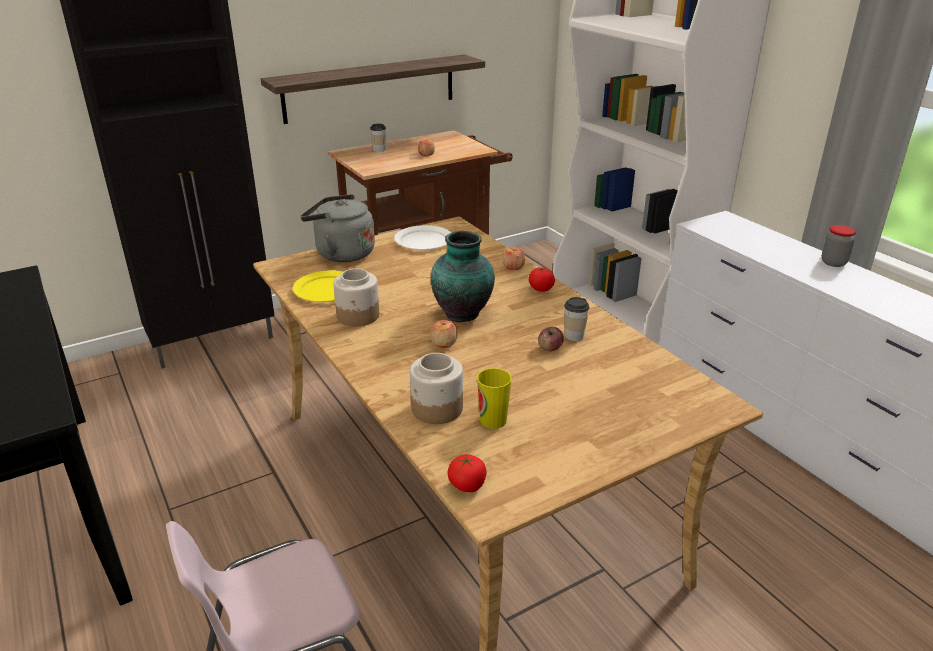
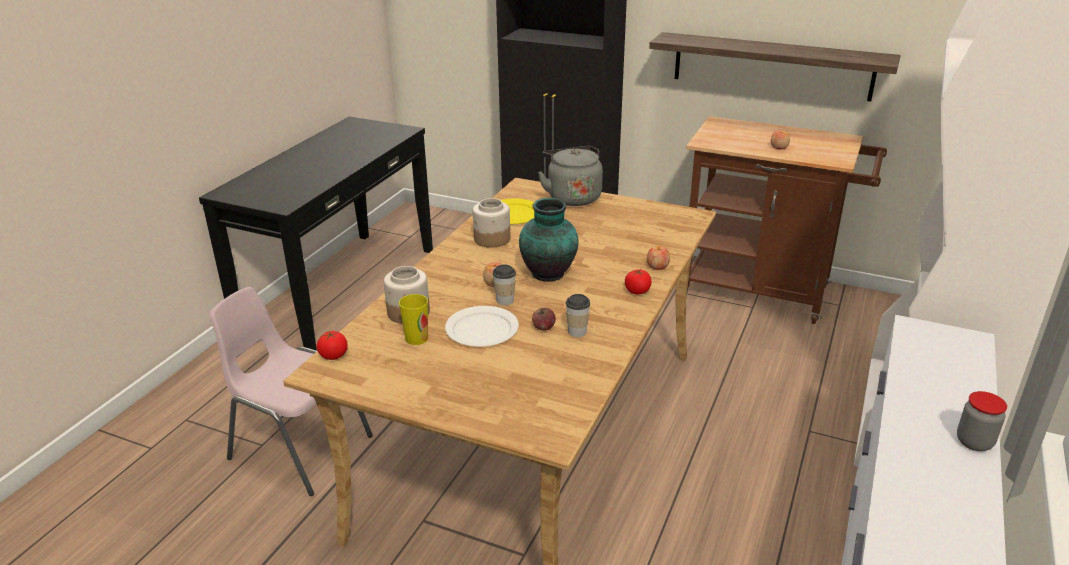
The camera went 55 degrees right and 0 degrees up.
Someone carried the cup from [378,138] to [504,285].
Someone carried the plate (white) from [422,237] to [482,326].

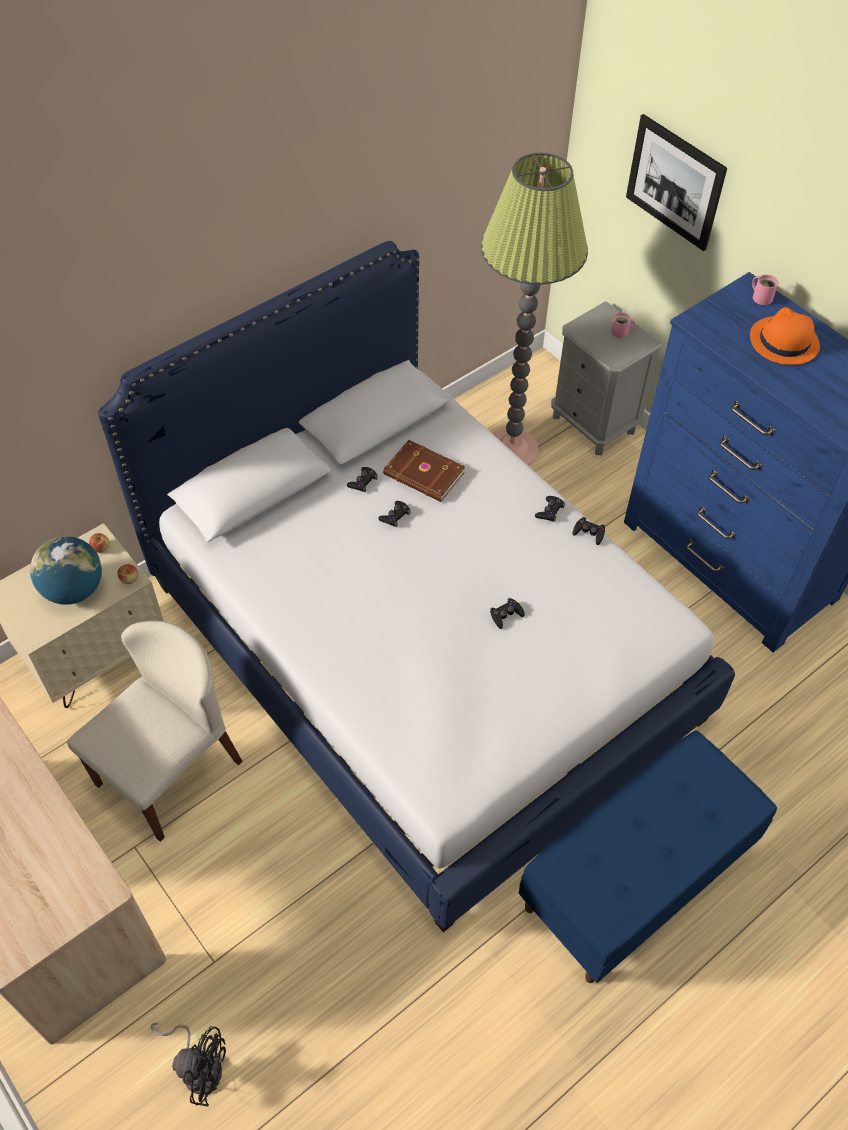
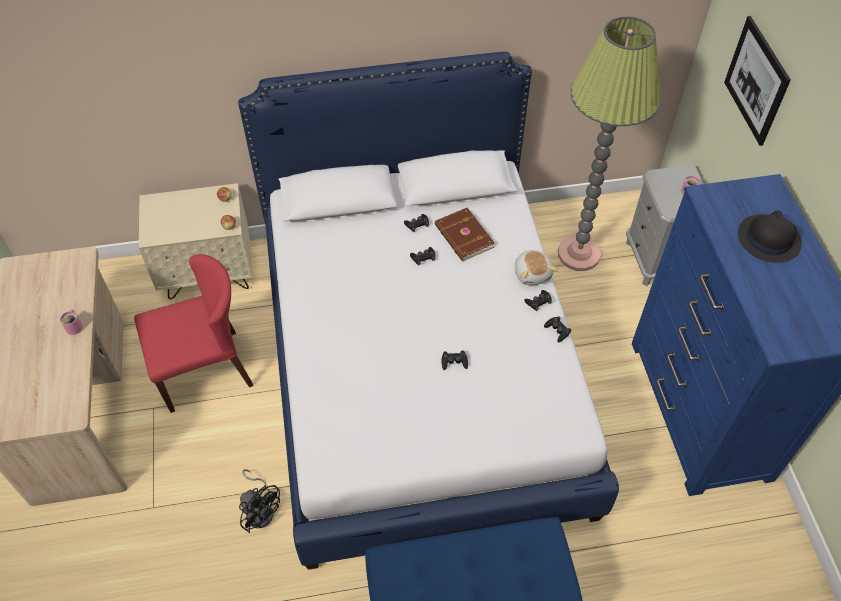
The camera went 30 degrees right and 0 degrees up.
Someone carried the mug (pink) from [765,290] to [71,322].
Someone repainted the hat (orange) at [785,336], which became the hat (black) at [770,236].
Someone took away the globe at [66,570].
Someone repainted the chair (beige) at [154,731], which became the chair (red) at [193,333].
Someone carried the fan (black) from [188,1064] to [259,501].
Someone put down the plush toy at [536,267].

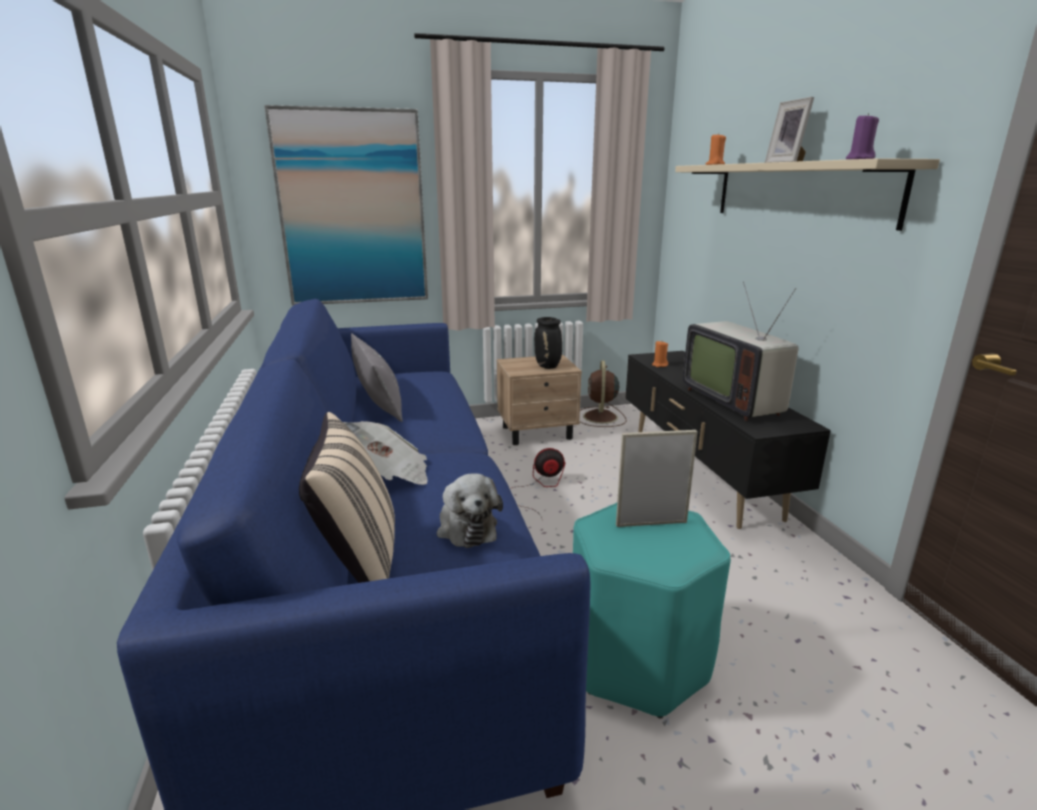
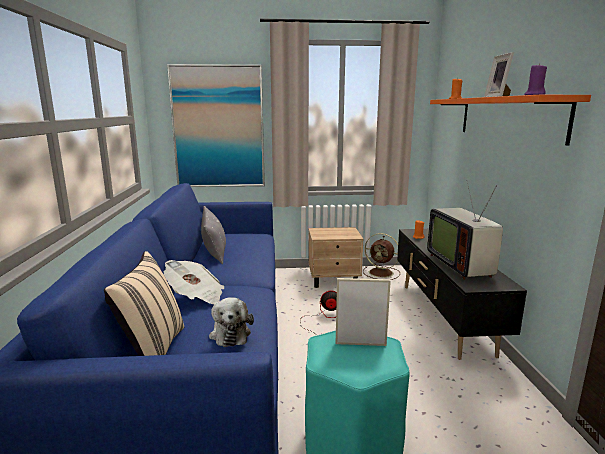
The camera went 10 degrees right and 5 degrees down.
Someone repainted the shelf (beige) at [807,194], which became the shelf (orange) at [510,120].
Someone took away the vase (black) at [548,343].
Someone rotated the fan (brown) at [603,393] by 75 degrees counterclockwise.

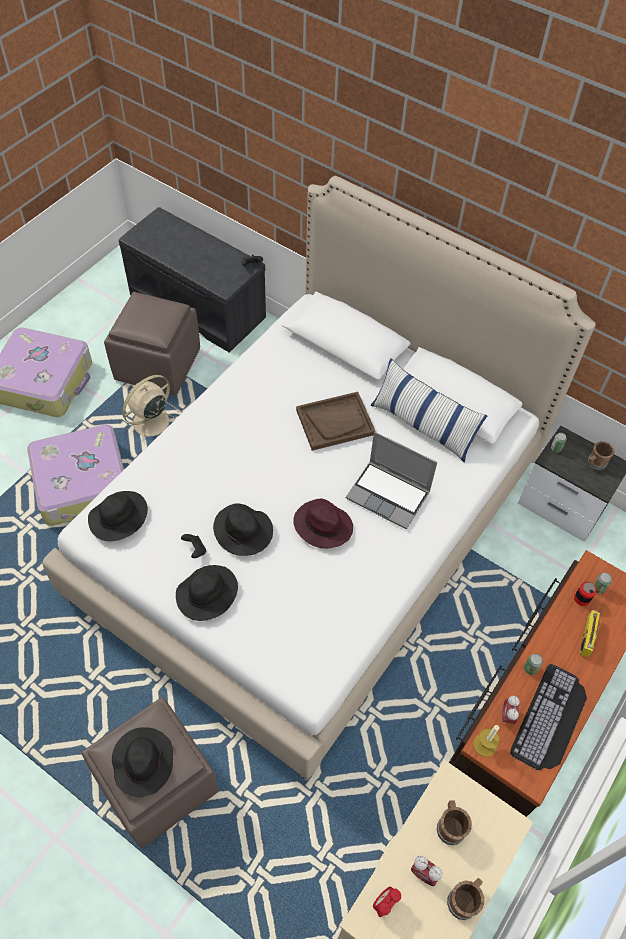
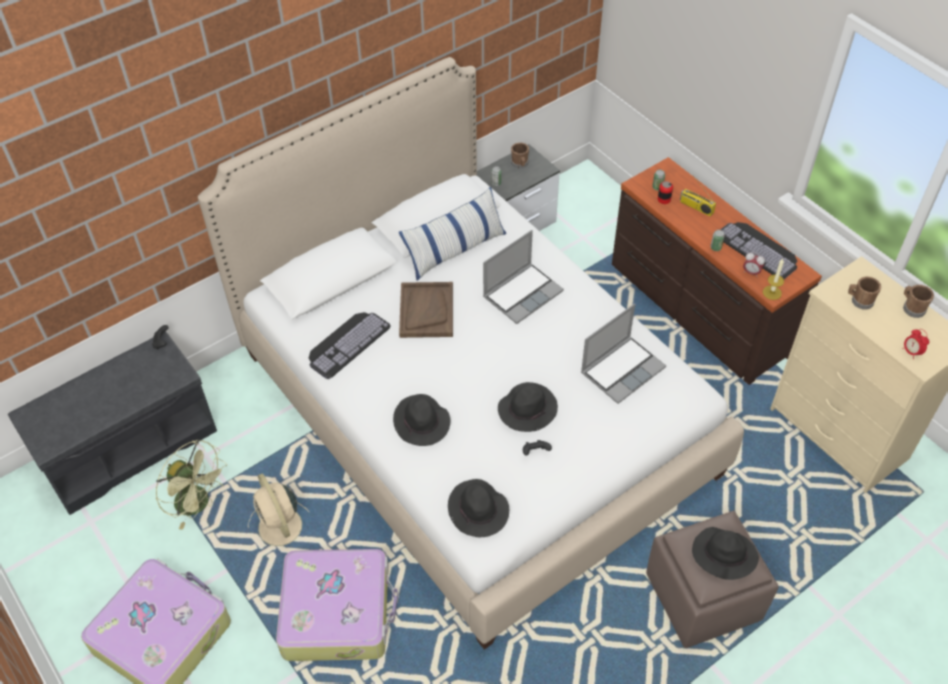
The camera went 70 degrees left and 5 degrees down.
Someone swapped the ottoman (brown) at [152,344] for the fan (green) at [191,484].
Someone took away the hat (purple) at [323,523].
Someone carried the hat (black) from [207,593] to [422,420].
Someone took away the alarm clock at [426,871].
Someone put down the laptop at [623,354].
Someone put down the keyboard at [350,345].

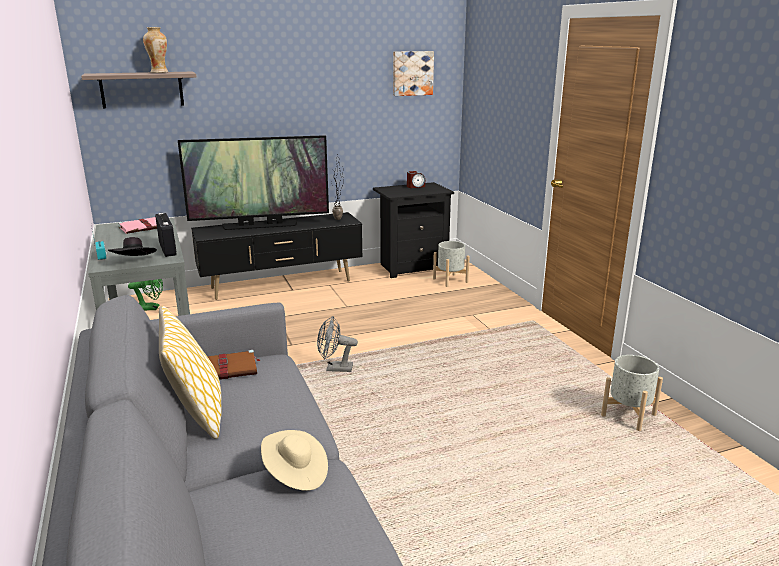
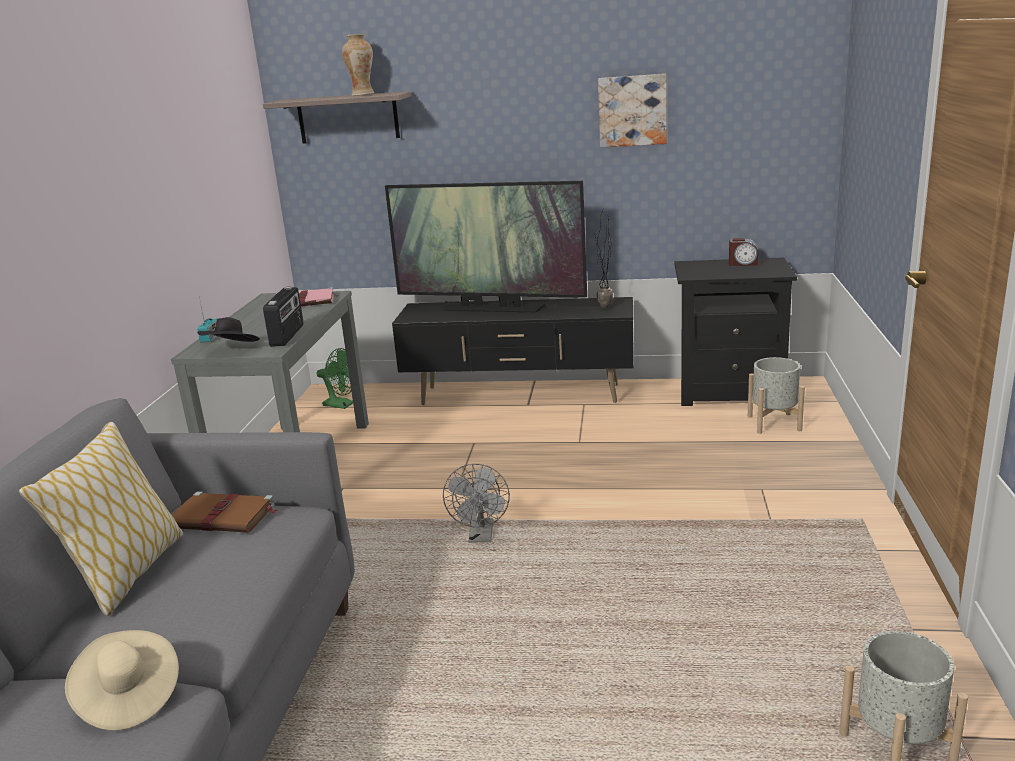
The camera went 30 degrees right and 0 degrees up.
Someone carried the picture from [413,73] to [632,110].
Someone rotated the fan (grey) at [337,344] by 120 degrees counterclockwise.

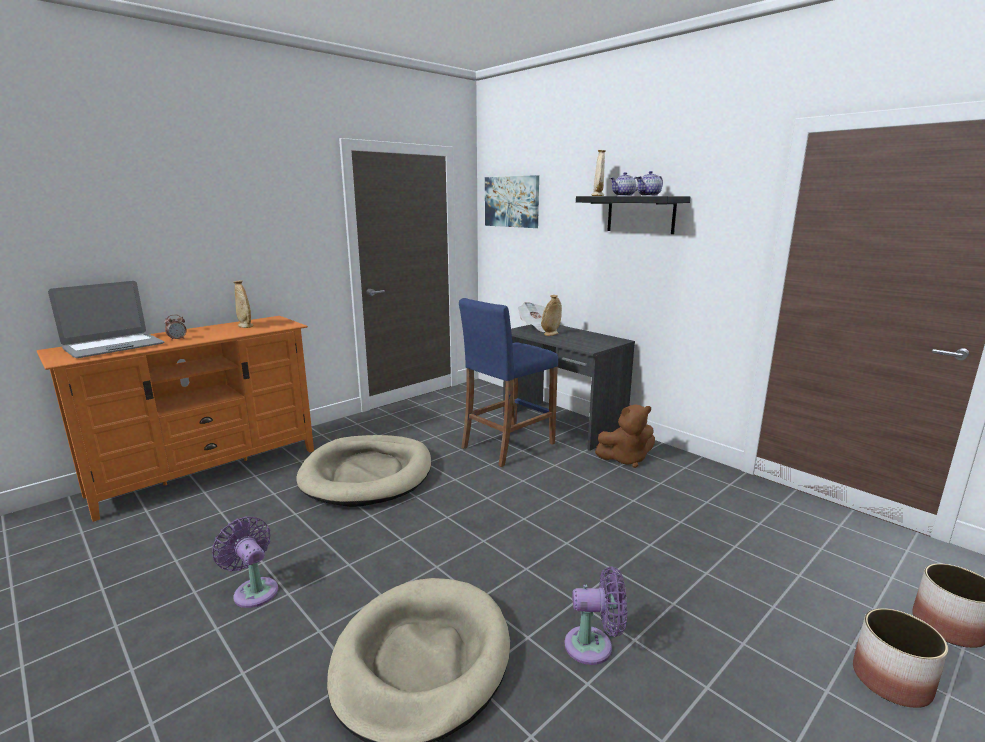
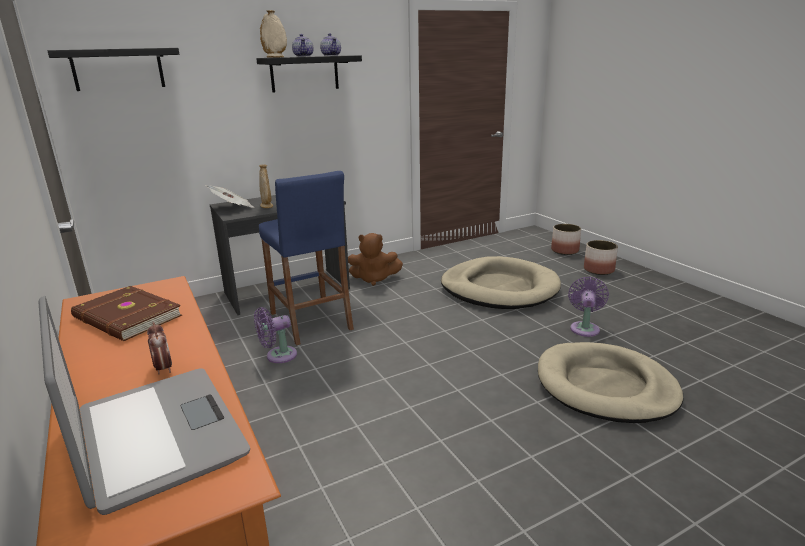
The camera went 75 degrees left and 5 degrees up.
Someone swapped the picture at [512,201] for the shelf (black) at [113,69].
Someone swapped the vase (beige) at [243,304] for the book (brown) at [126,313].
Someone rotated the plush toy (brown) at [625,436] by 90 degrees clockwise.
Someone carried the dog bed (beige) from [363,471] to [501,282].
Someone carried the fan (purple) from [245,562] to [275,335].

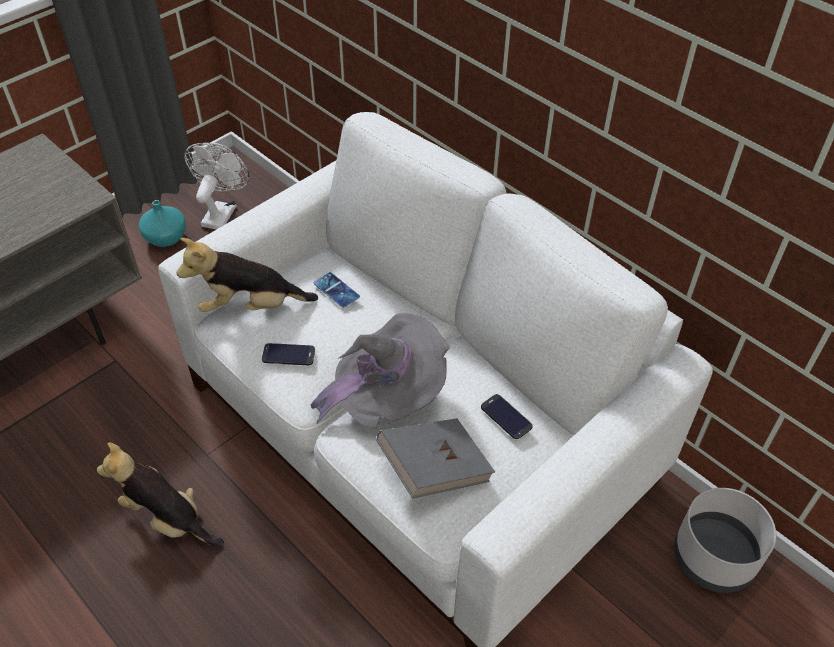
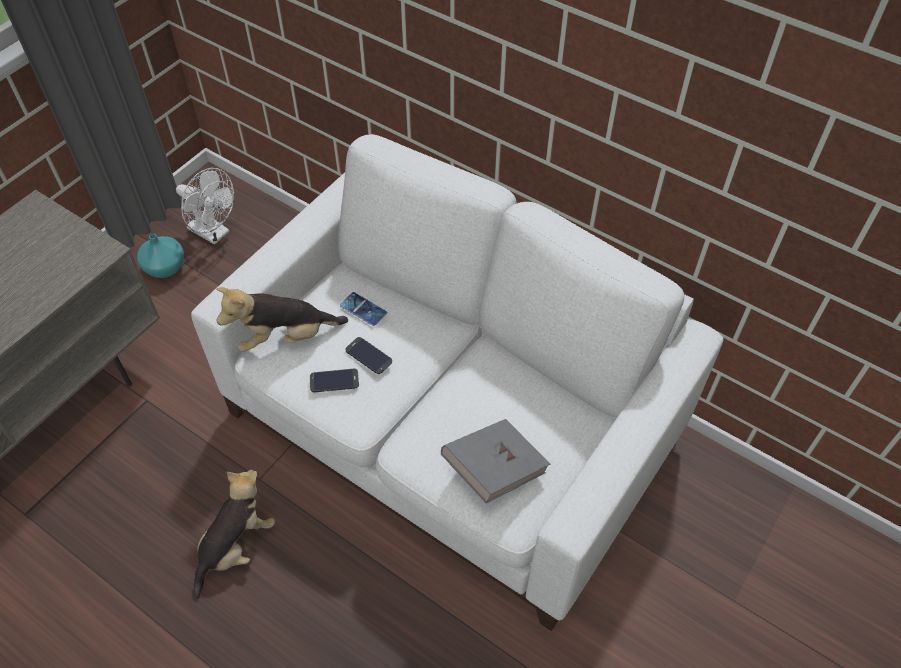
The camera went 10 degrees left and 5 degrees up.
Someone rotated the fan (white) at [217,186] by 120 degrees clockwise.
Someone took away the hat (grey) at [380,371].
Someone carried the phone from [507,416] to [368,355].
Someone rotated the plush toy at [160,494] by 105 degrees clockwise.
Someone took away the planter (grey) at [725,540].

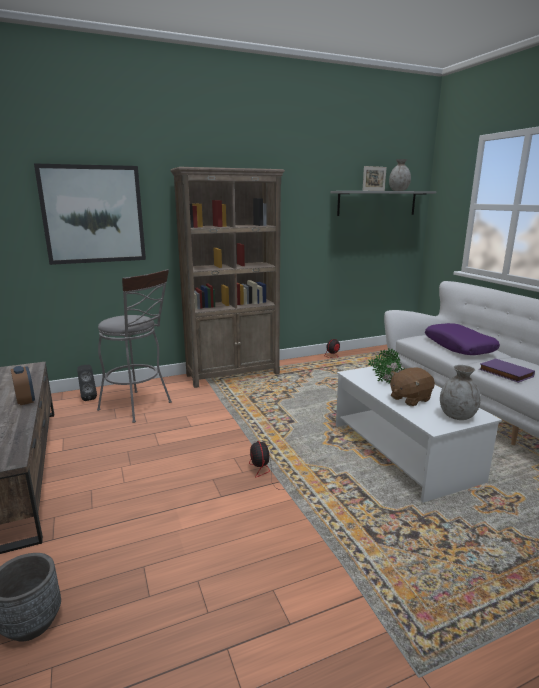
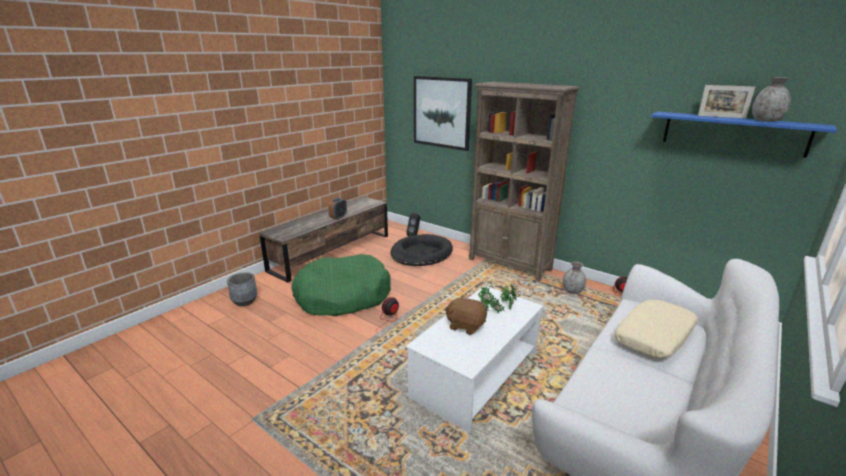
The camera went 60 degrees right and 5 degrees up.
Someone repainted the shelf (grey) at [383,203], which became the shelf (blue) at [744,135].
Someone swapped the stool (grey) at [134,346] for the dog bed (black) at [421,250].
Someone repainted the pillow (purple) at [462,339], which became the pillow (beige) at [656,329].
Someone took away the book (purple) at [507,371].
Someone carried the vase (grey) from [460,392] to [574,278].
Someone put down the dog bed (green) at [341,285].

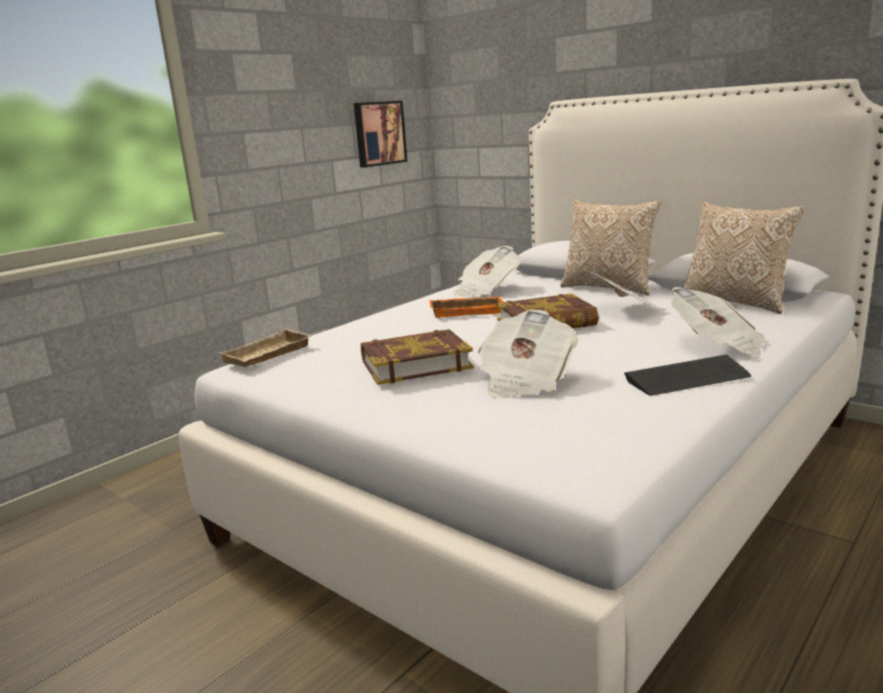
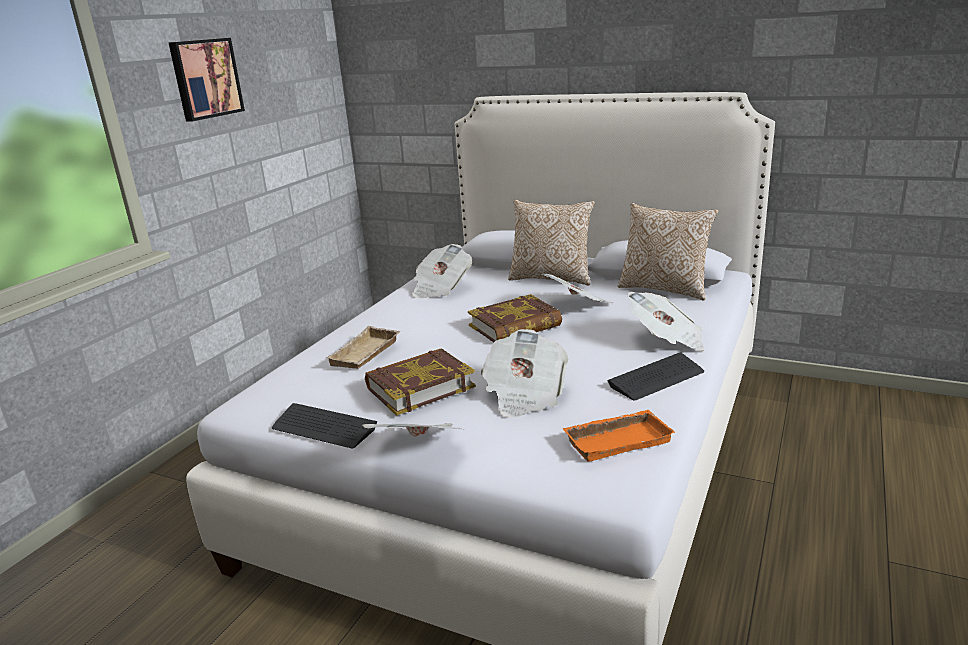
The camera went 15 degrees left and 5 degrees up.
Someone carried the picture from [380,134] to [207,79].
Someone carried the tray (orange) from [466,307] to [618,436].
Someone carried the tray (beige) from [265,347] to [363,347].
Someone put down the keyboard at [324,425].
Someone put down the newspaper at [413,430].

